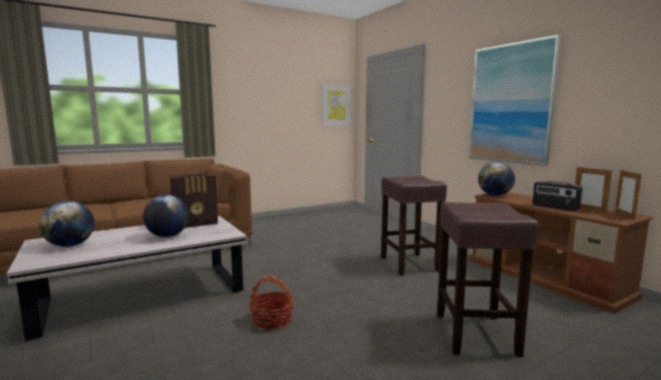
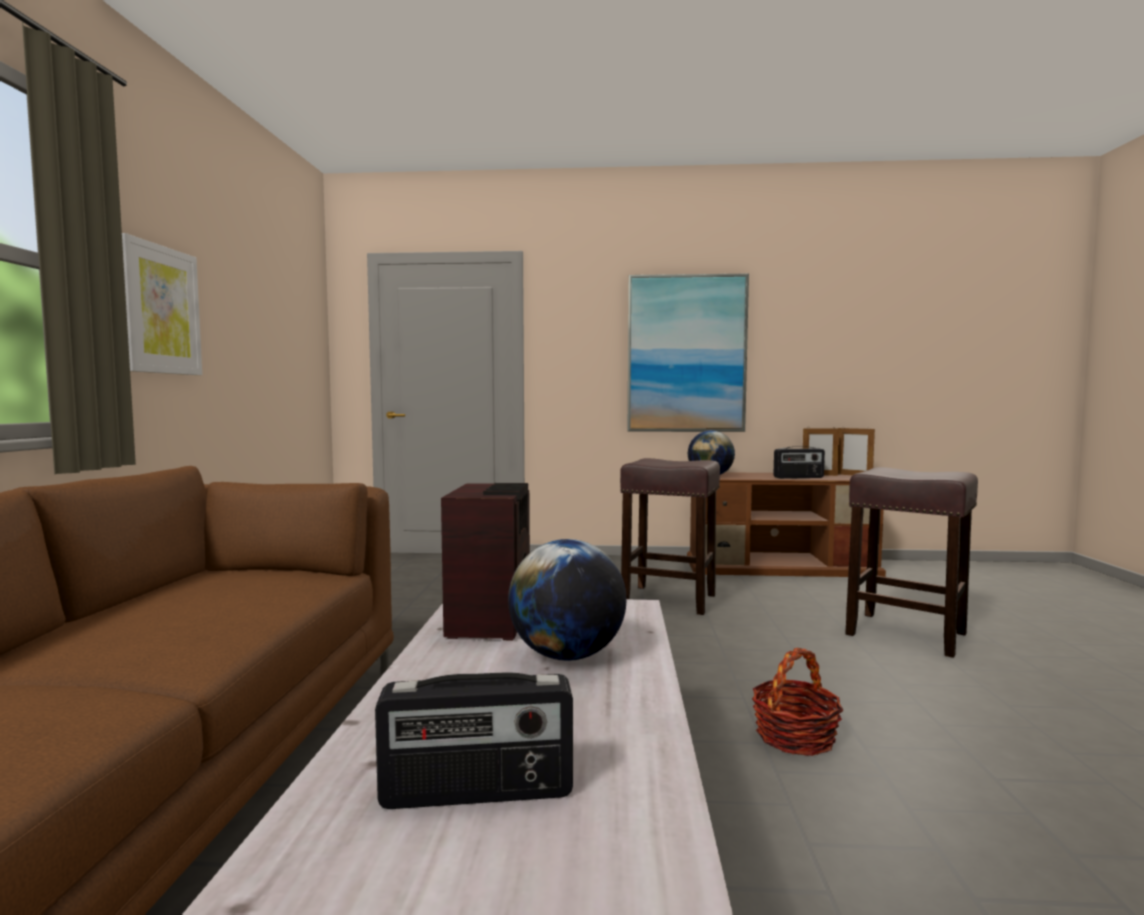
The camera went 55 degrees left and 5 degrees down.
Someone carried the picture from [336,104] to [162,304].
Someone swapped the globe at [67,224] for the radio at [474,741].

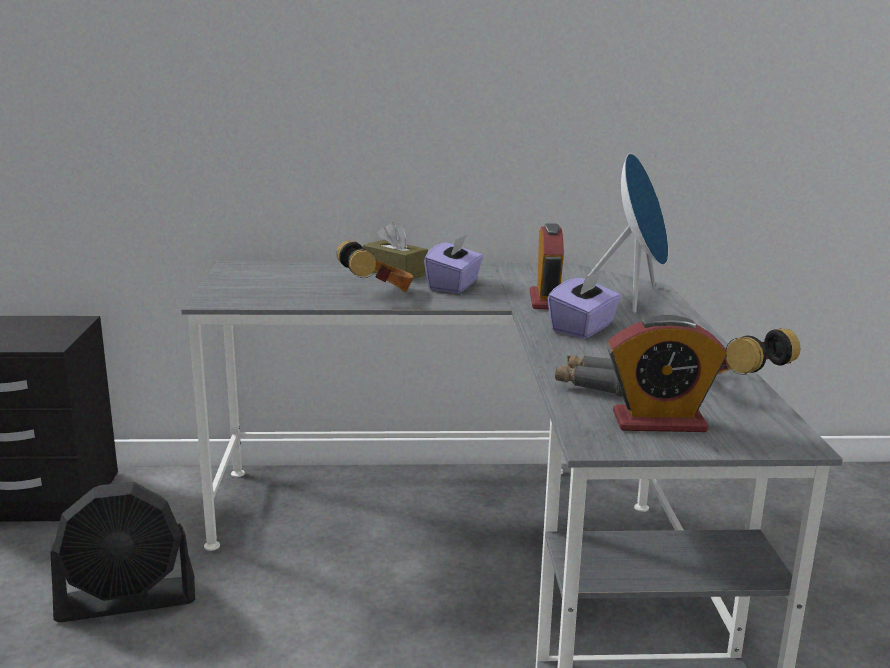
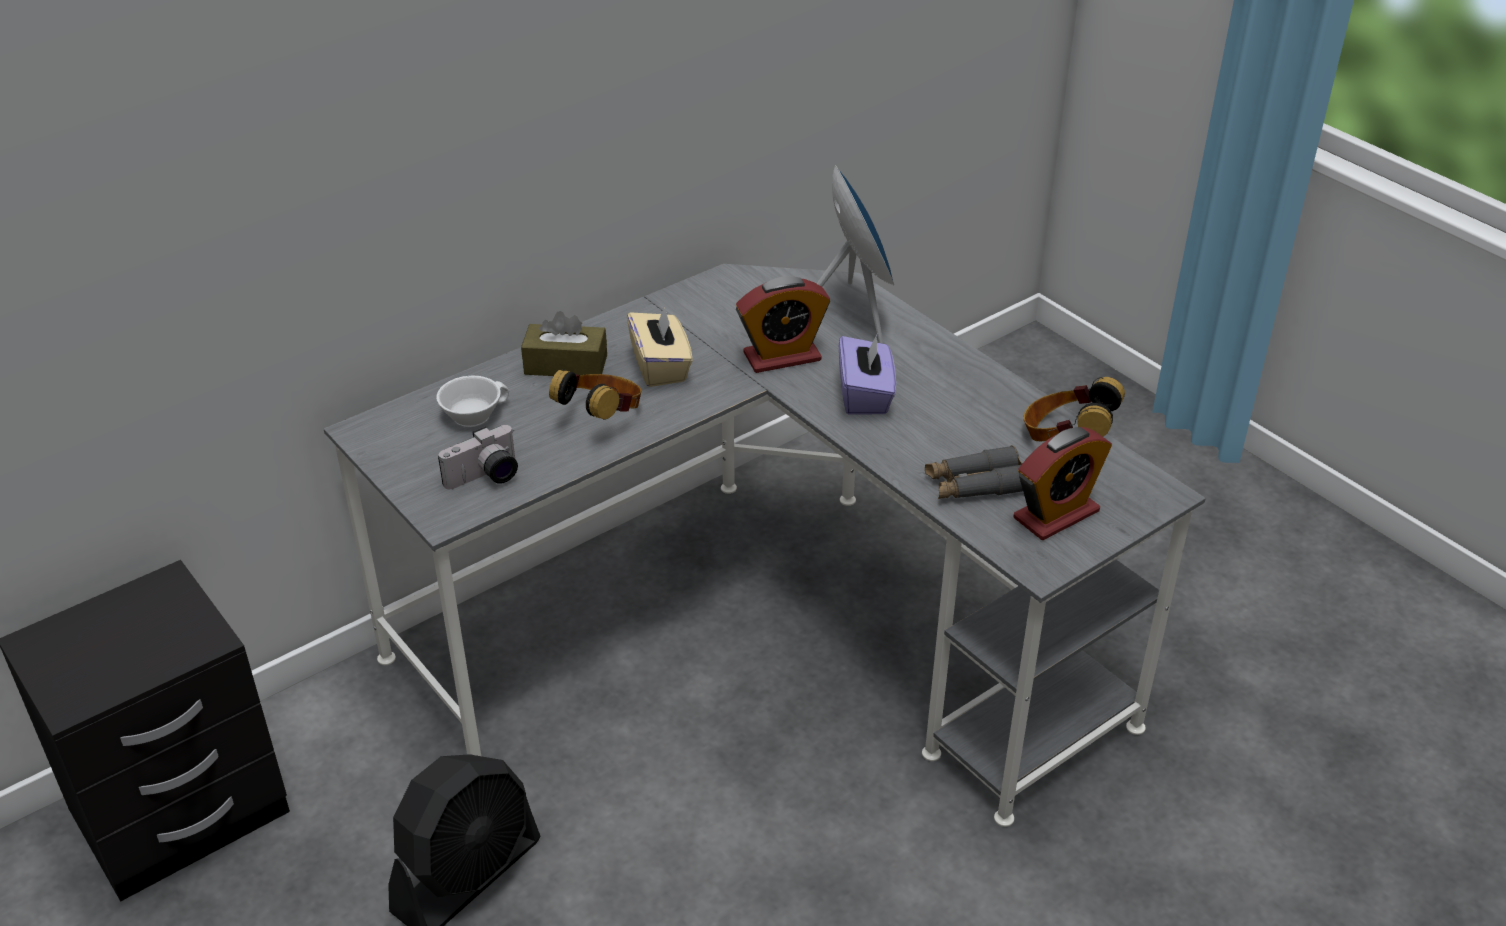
The camera went 35 degrees left and 20 degrees up.
Someone rotated the alarm clock at [547,266] by 105 degrees clockwise.
Someone repainted the tissue box (purple) at [453,263], which became the tissue box (beige) at [660,345].
Someone put down the cup (white) at [472,401].
Someone put down the photo camera at [478,457].

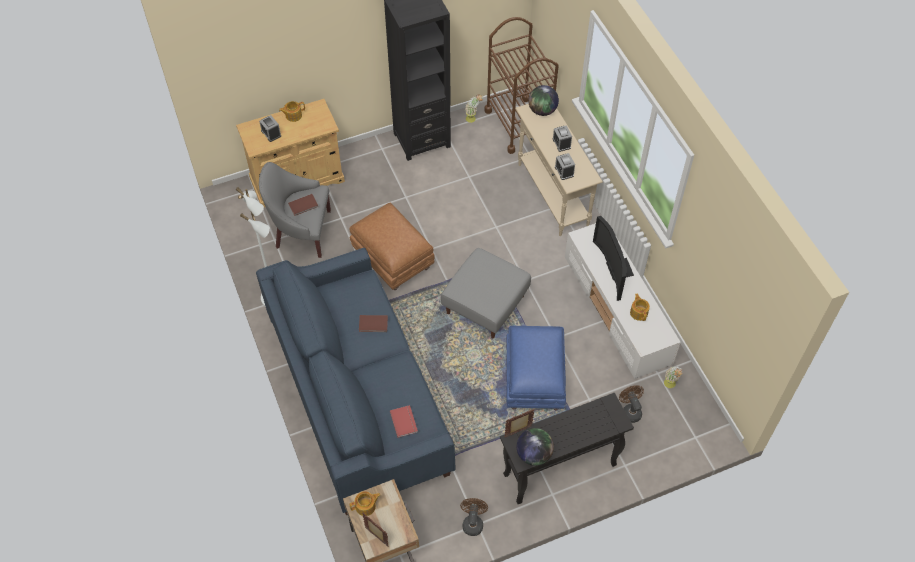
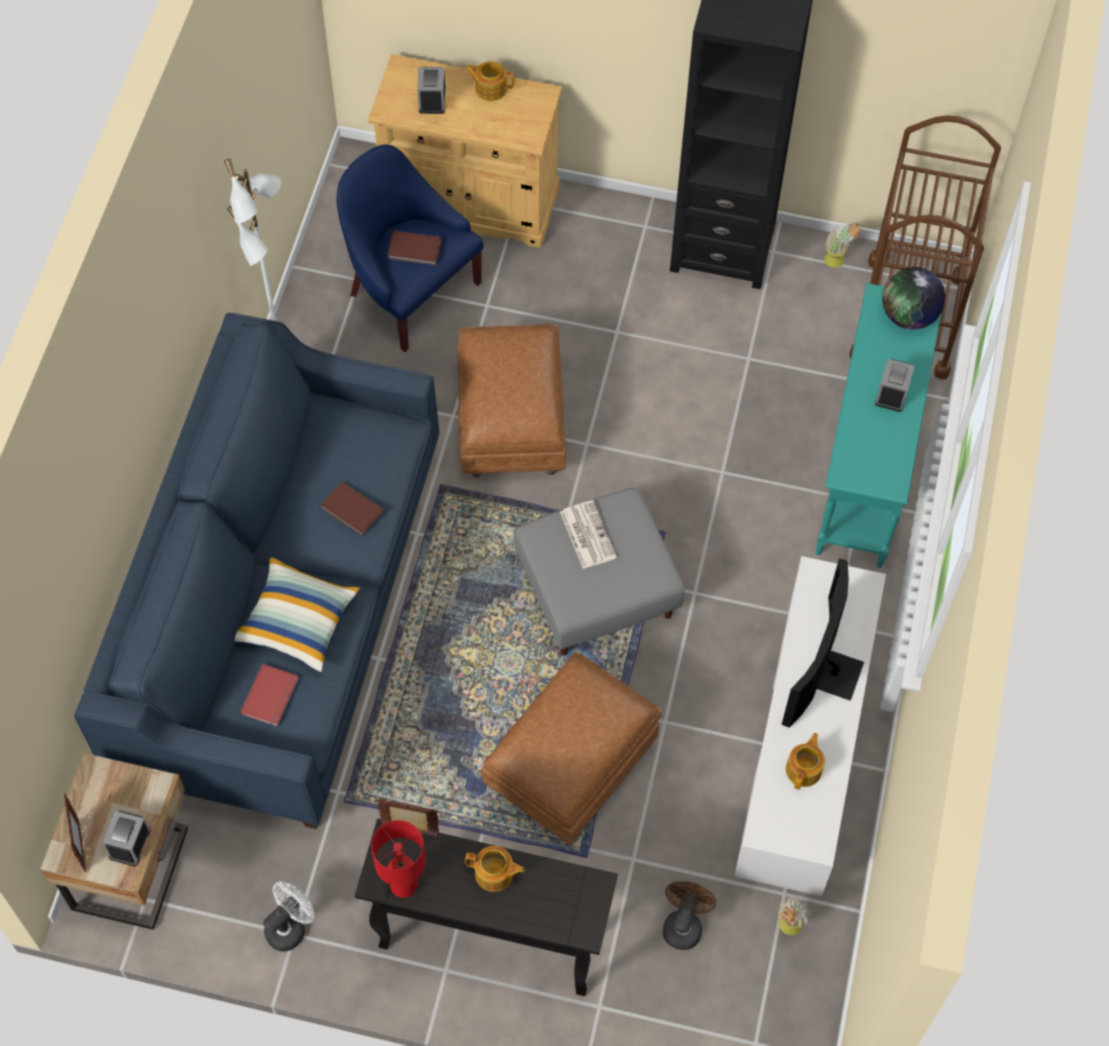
The camera went 35 degrees right and 5 degrees up.
Someone repainted the console table (beige) at [559,170], which became the console table (turquoise) at [878,425].
Someone carried the alarm clock from [565,166] to [127,838].
Someone repainted the armchair (grey) at [295,210], which became the armchair (blue) at [410,248].
Someone repainted the ottoman (blue) at [536,368], which became the ottoman (brown) at [571,748].
Someone swapped the globe at [535,447] for the table lamp (red) at [398,859].
Someone carried the teapot from [365,503] to [495,869].
Someone repainted the fan (brown) at [474,517], which became the fan (white) at [288,916].
Someone put down the newspaper at [588,534].
Someone put down the pillow at [297,614].

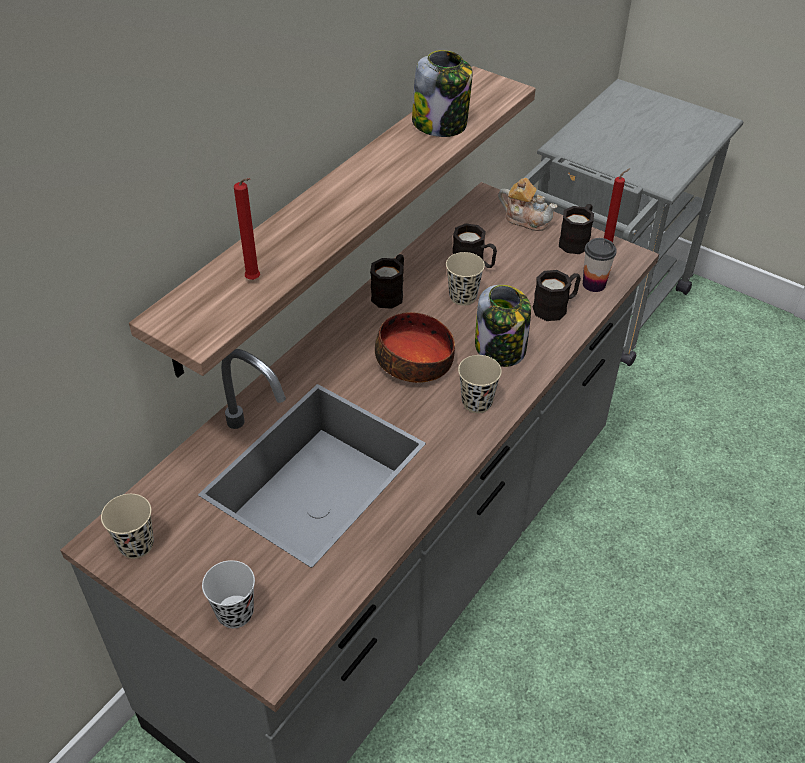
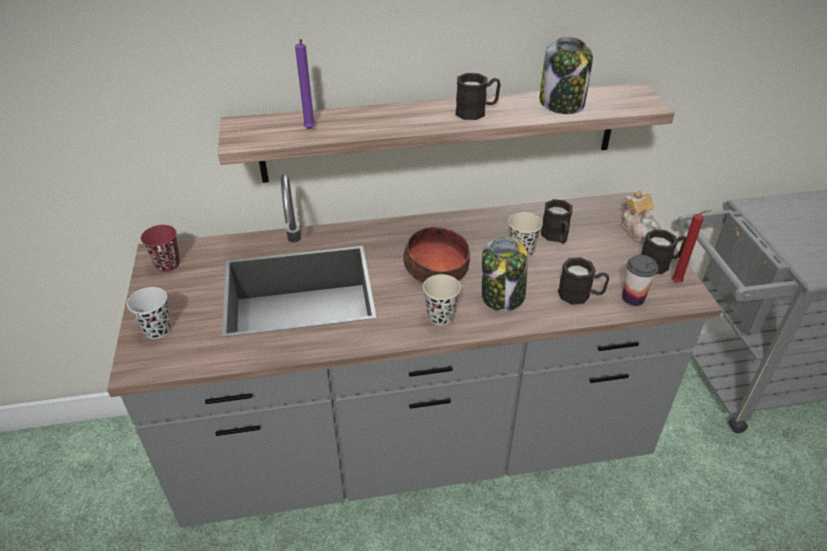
The camera went 45 degrees right and 5 degrees down.
Someone repainted the candle (red) at [247,229], which became the candle (purple) at [305,84].
Someone carried the mug (black) from [387,281] to [478,96].
Someone repainted the cup (beige) at [127,526], which became the cup (red) at [160,248].

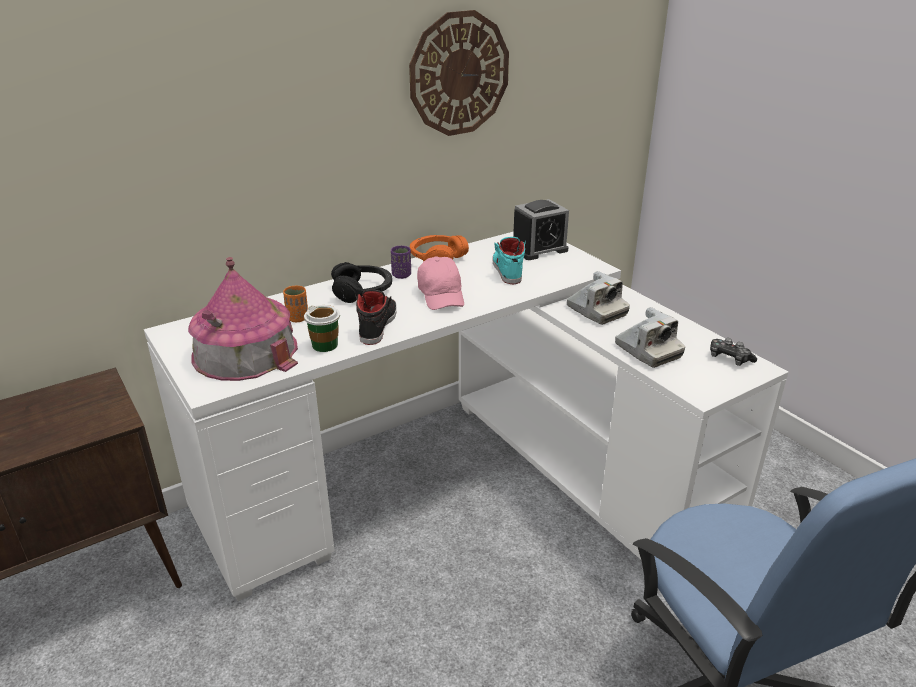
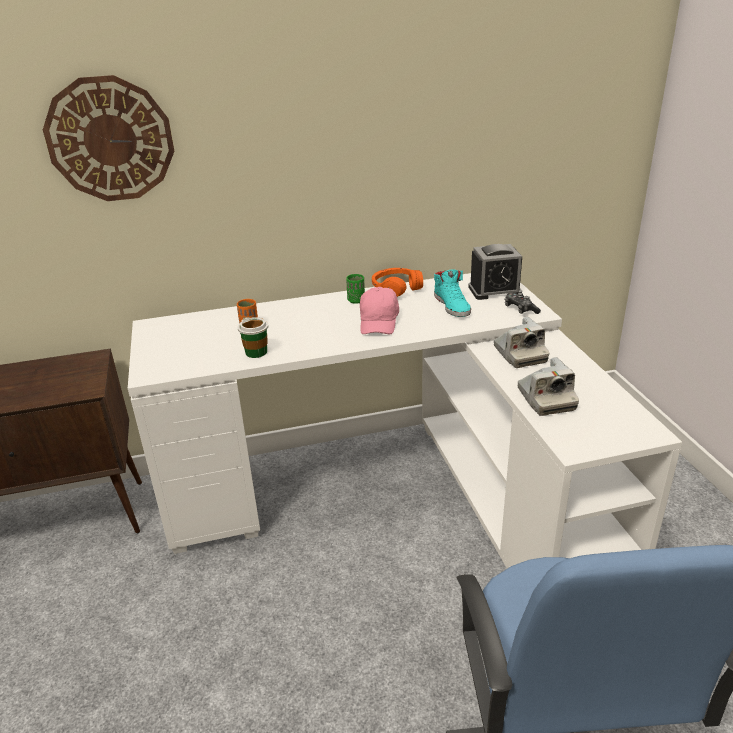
The camera went 20 degrees right and 0 degrees up.
Someone carried the wall clock from [459,73] to [108,138].
Someone rotated the shoe (turquoise) at [509,260] by 150 degrees clockwise.
Someone repainted the cup (purple) at [401,262], which became the cup (green) at [355,289].
Someone took away the toy house at [243,319].
Someone took away the headphones (black) at [361,282].
Someone took away the shoe (black) at [375,317].
Someone carried the game controller from [733,352] to [523,303].

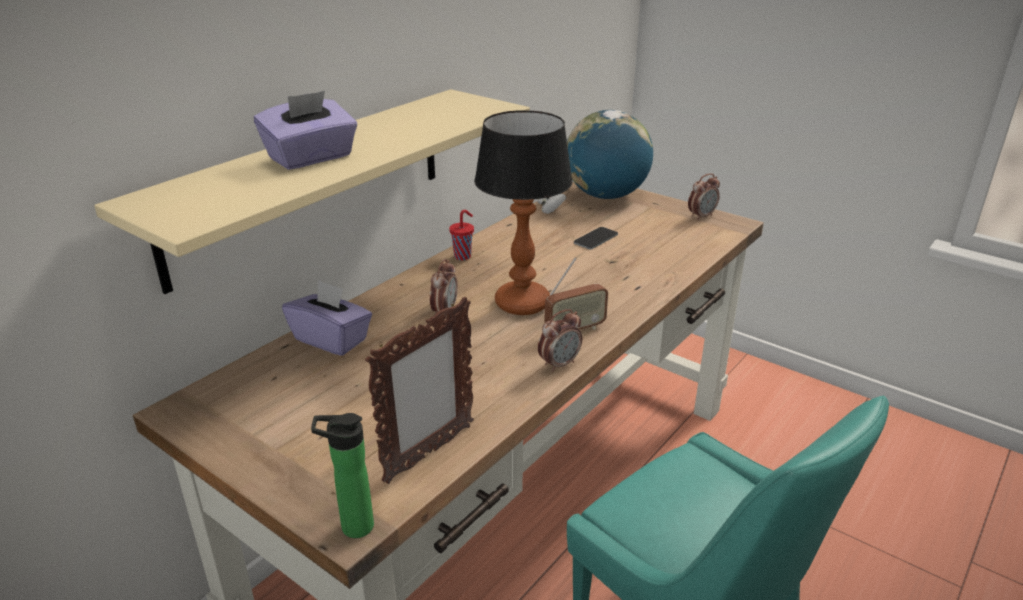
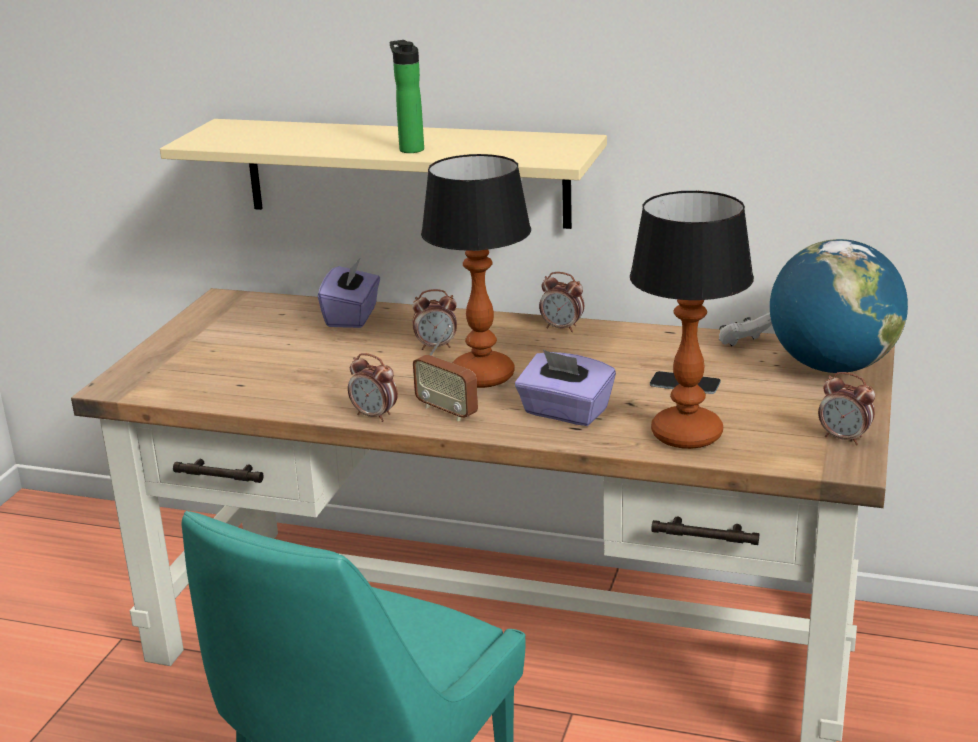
The camera went 70 degrees right and 5 degrees down.
Someone carried the tissue box (purple) from [305,130] to [565,388].
Someone swapped the cup (red) at [461,235] for the alarm clock at [561,302].
Someone took away the picture frame at [419,390].
Someone carried the bottle from [342,475] to [407,96].
Someone put down the table lamp at [692,320].

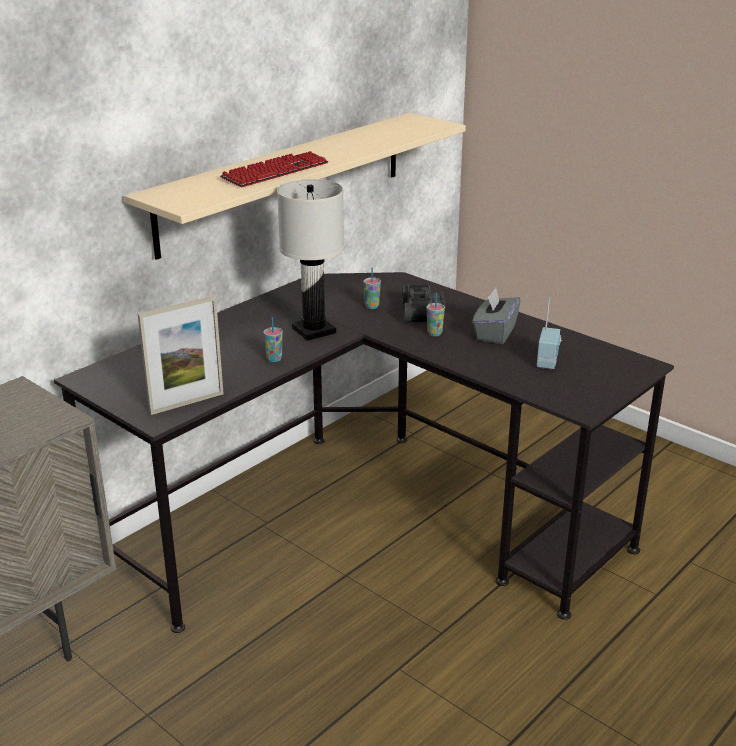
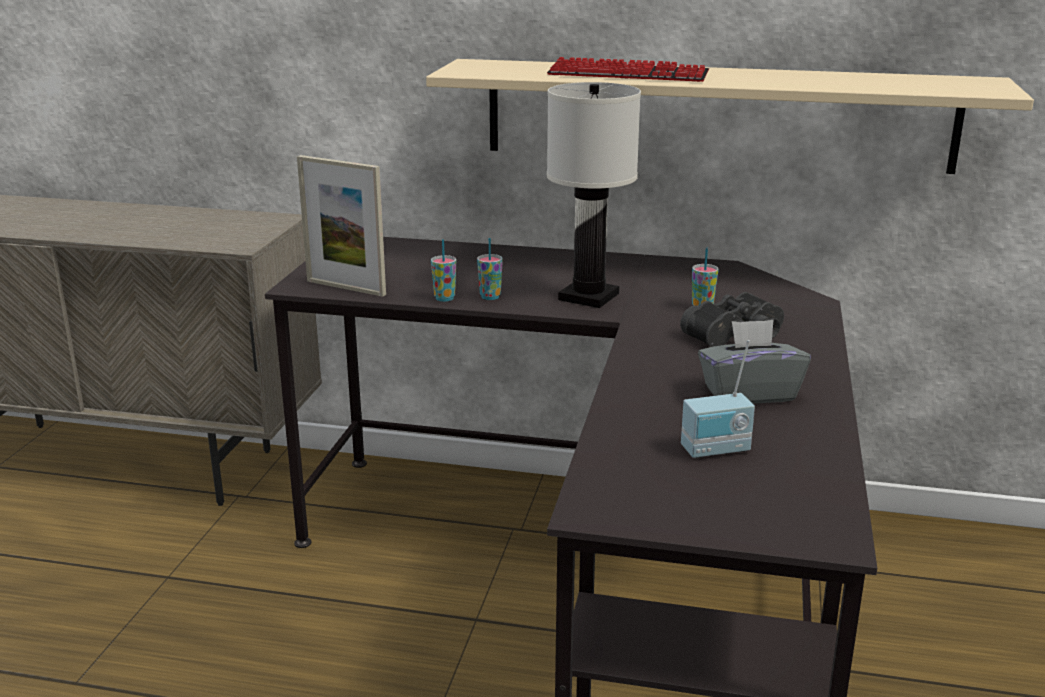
The camera went 60 degrees right and 5 degrees down.
Someone carried the cup from [436,314] to [443,270].

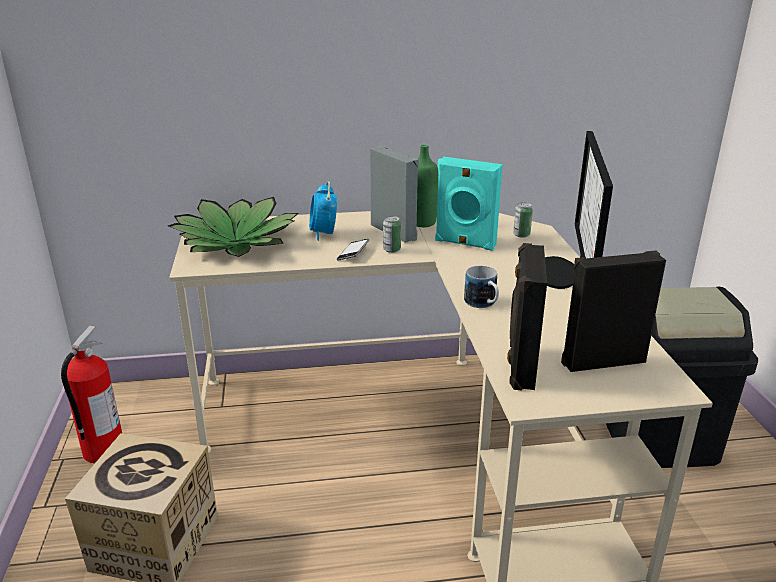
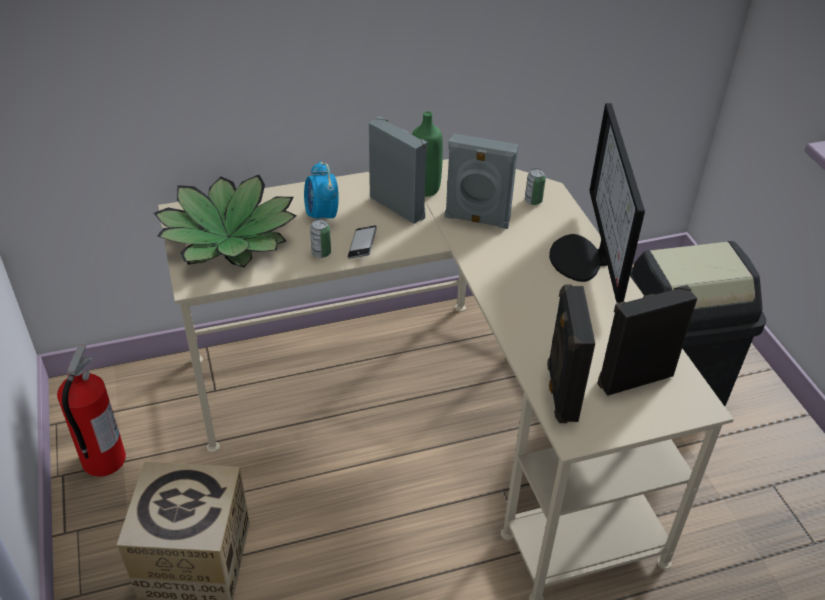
The camera went 10 degrees left and 15 degrees up.
Someone repainted the speaker (turquoise) at [469,204], which became the speaker (grey) at [481,181].
Someone carried the can from [392,234] to [320,238].
Someone took away the mug at [481,287].

